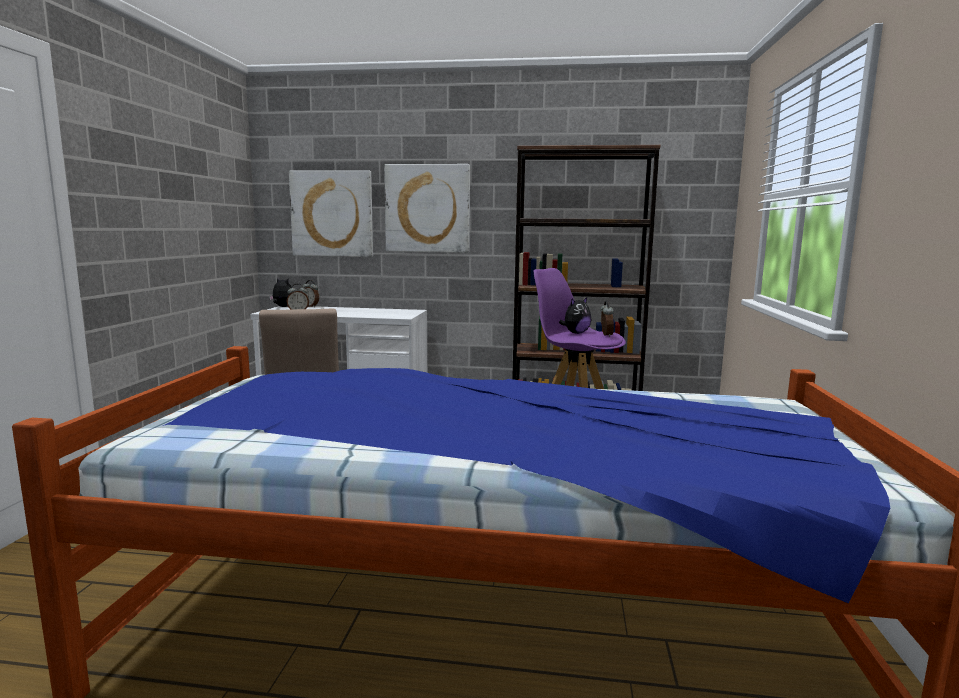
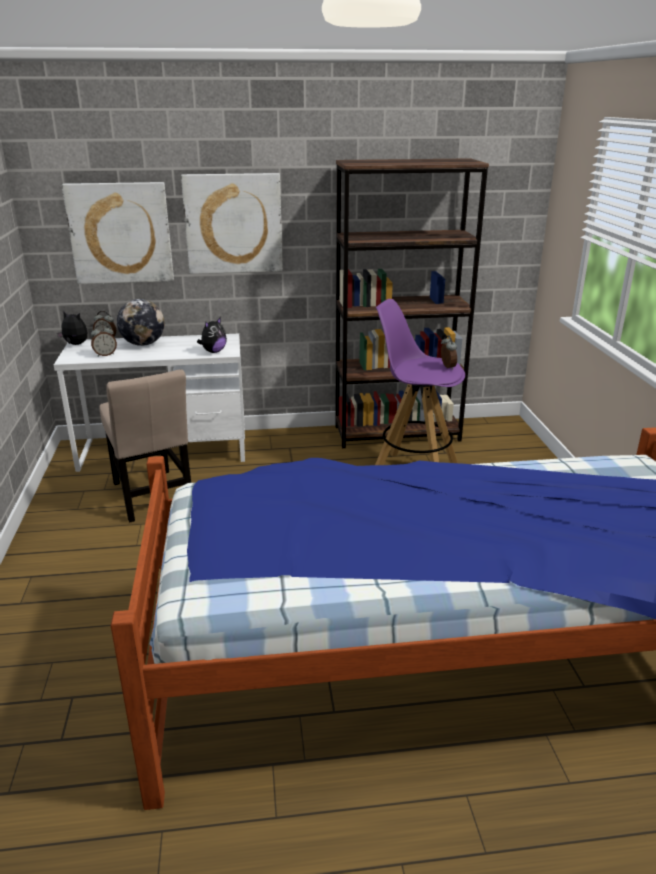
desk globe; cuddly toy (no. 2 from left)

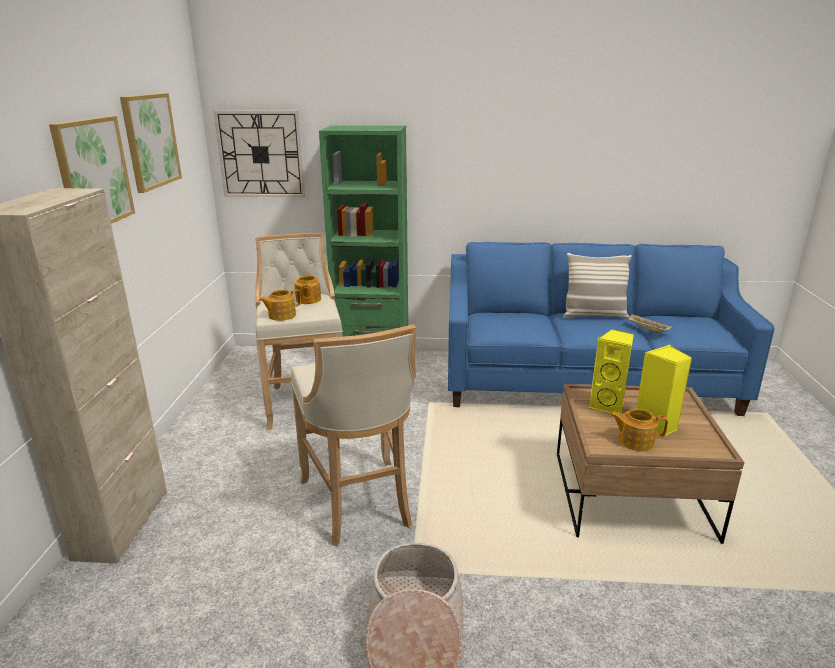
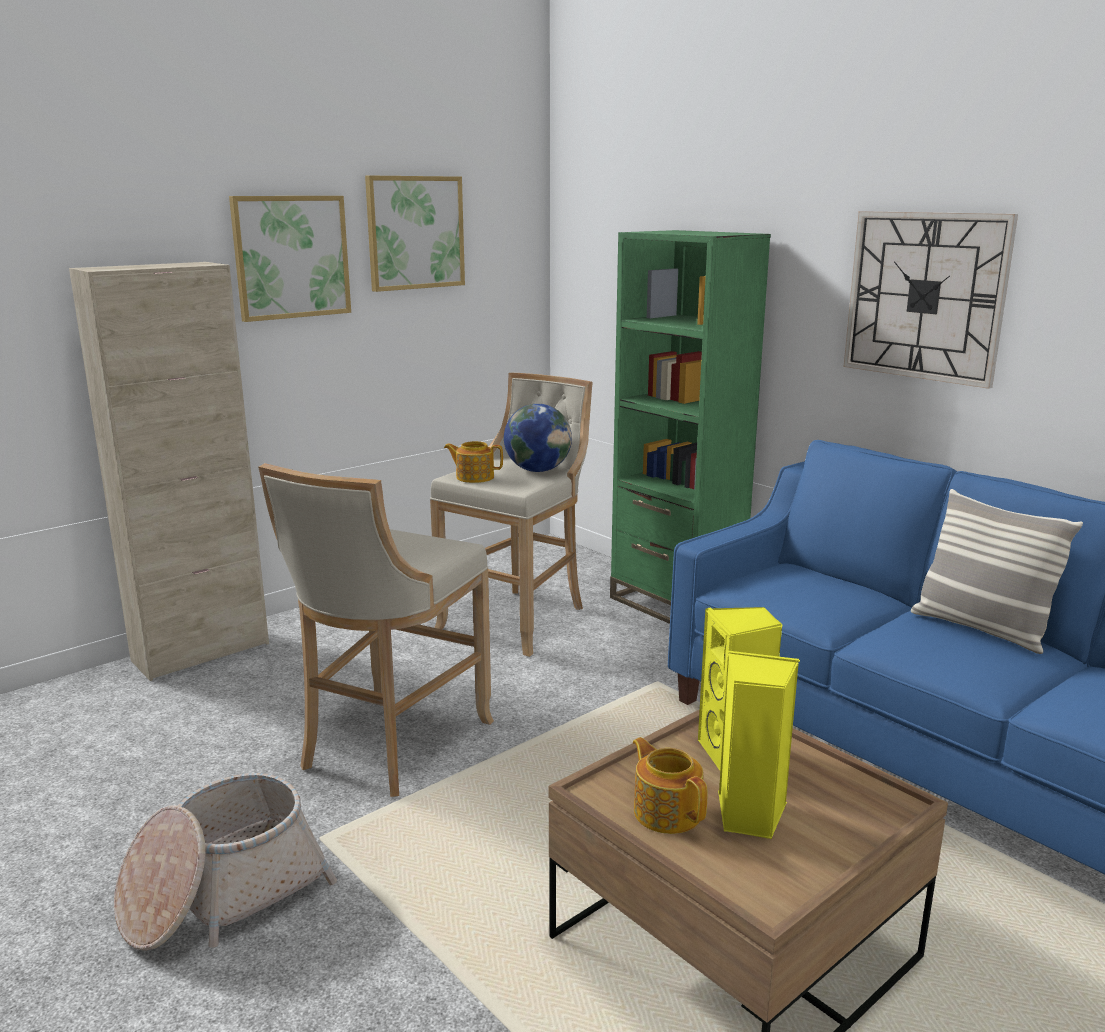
beige-coloured carrying tray; hanging clock; desk globe

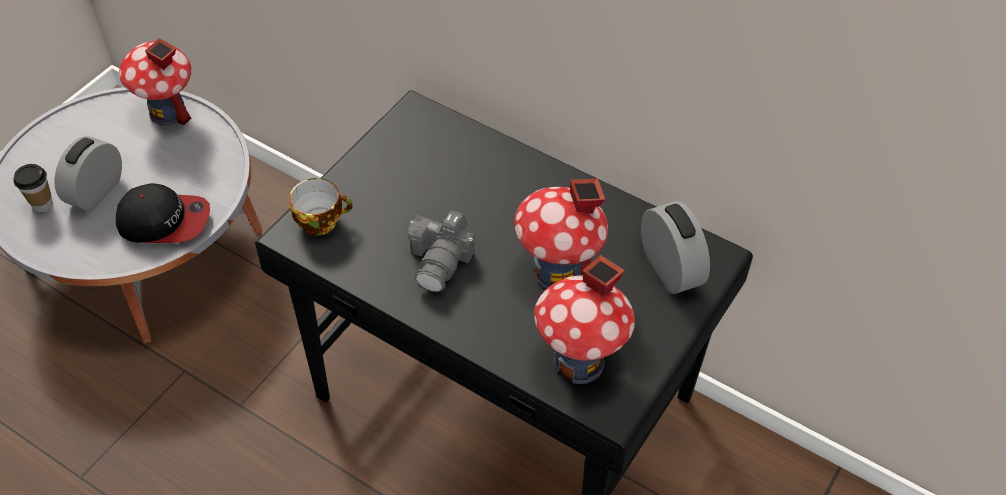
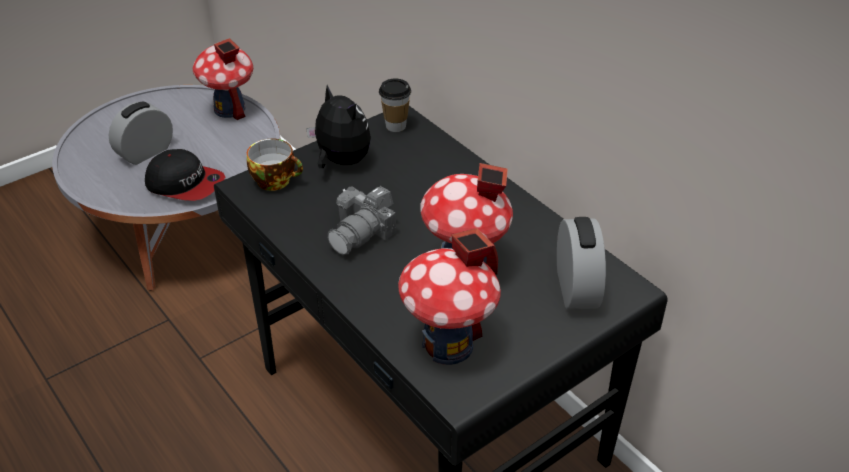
cuddly toy; small cup (no. 2 from left)

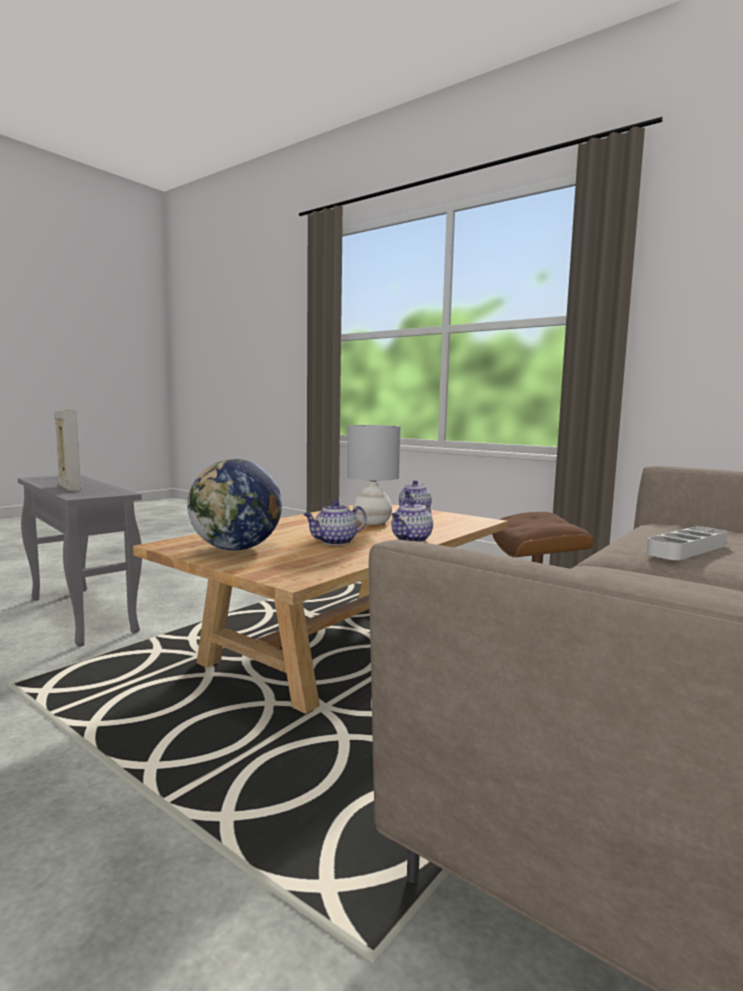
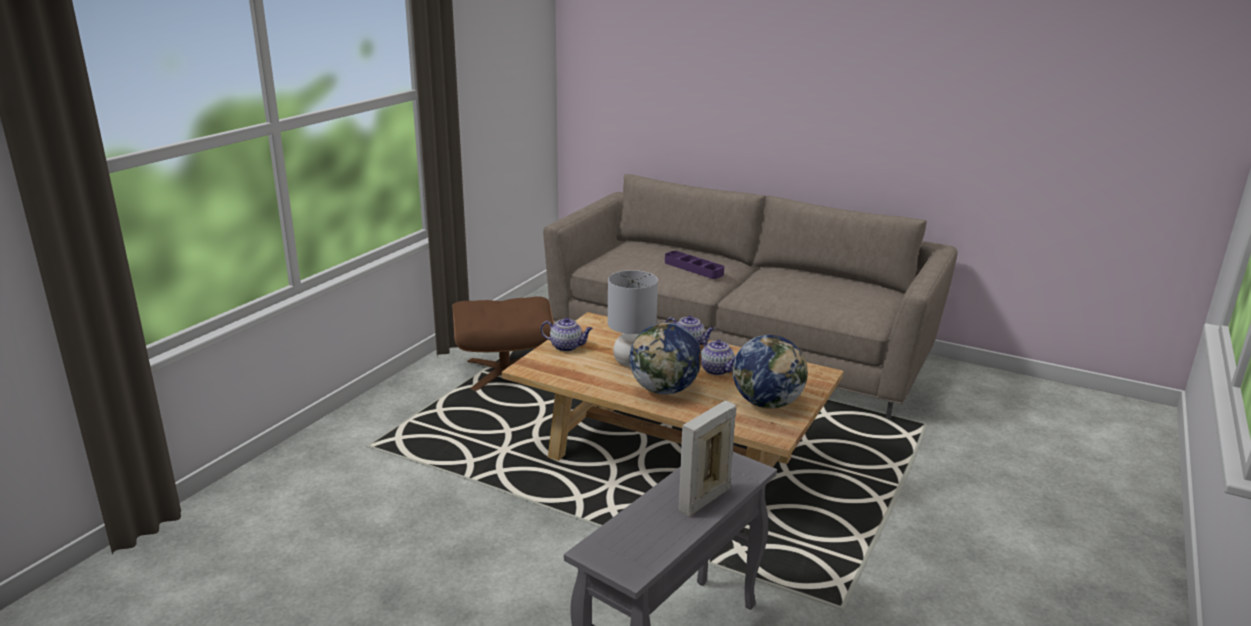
desk globe (no. 1 from left); purple carrying tray

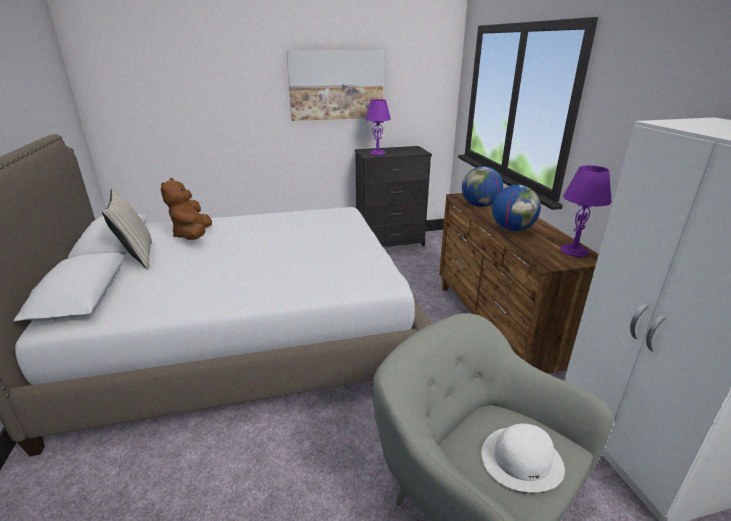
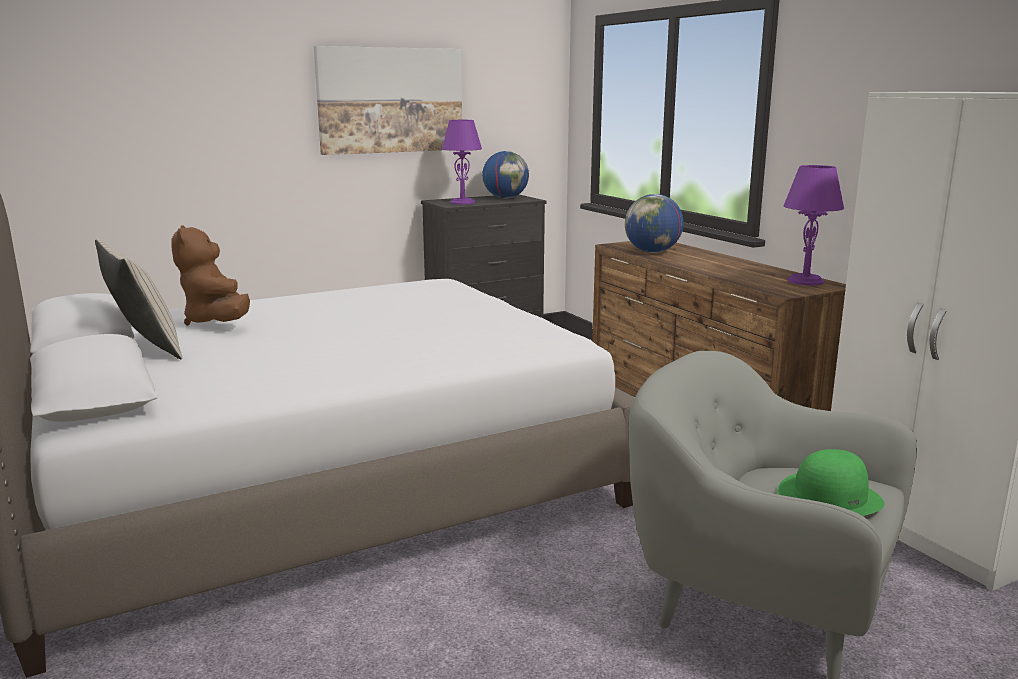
desk globe (no. 1 from left); greenish hat

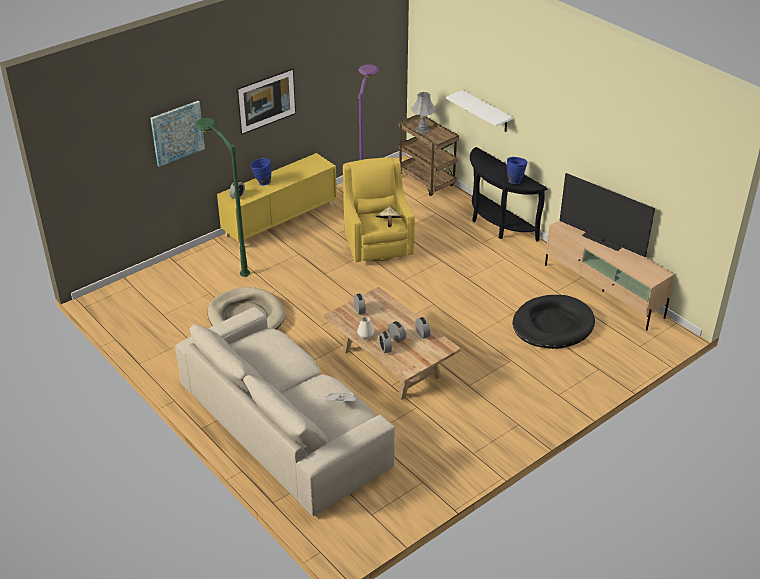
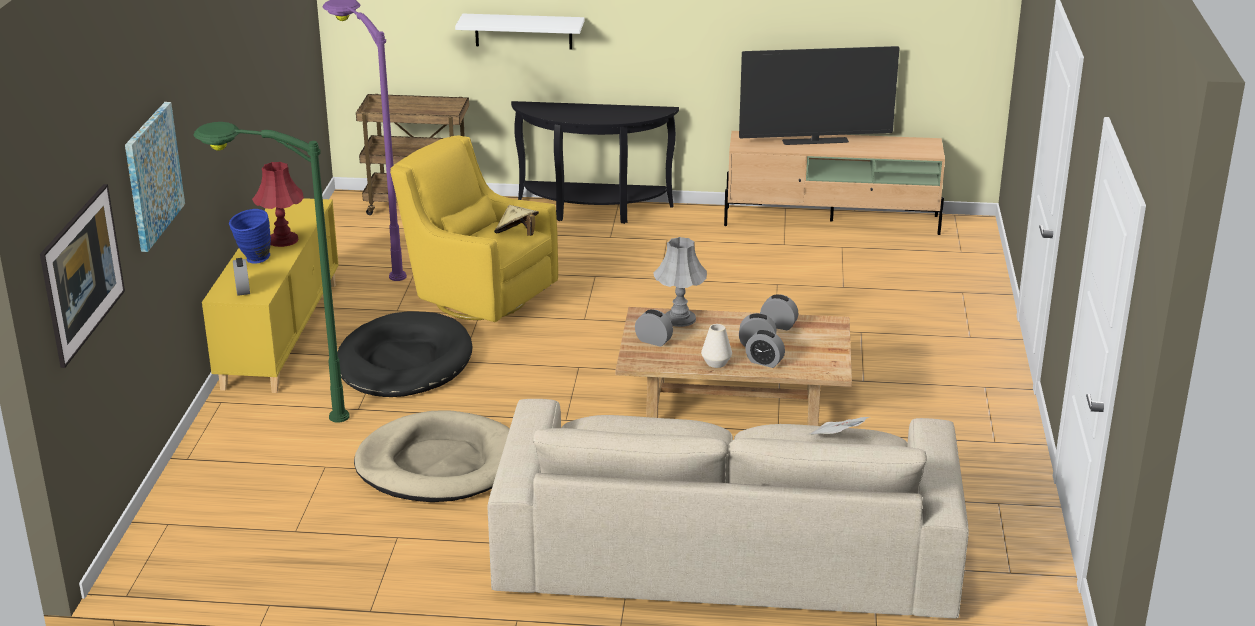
blue-coloured vase (no. 2 from left in the first image); red tabletop lamp; wall picture (no. 1 from left); greyish tabletop lamp; black-coloured dog bed

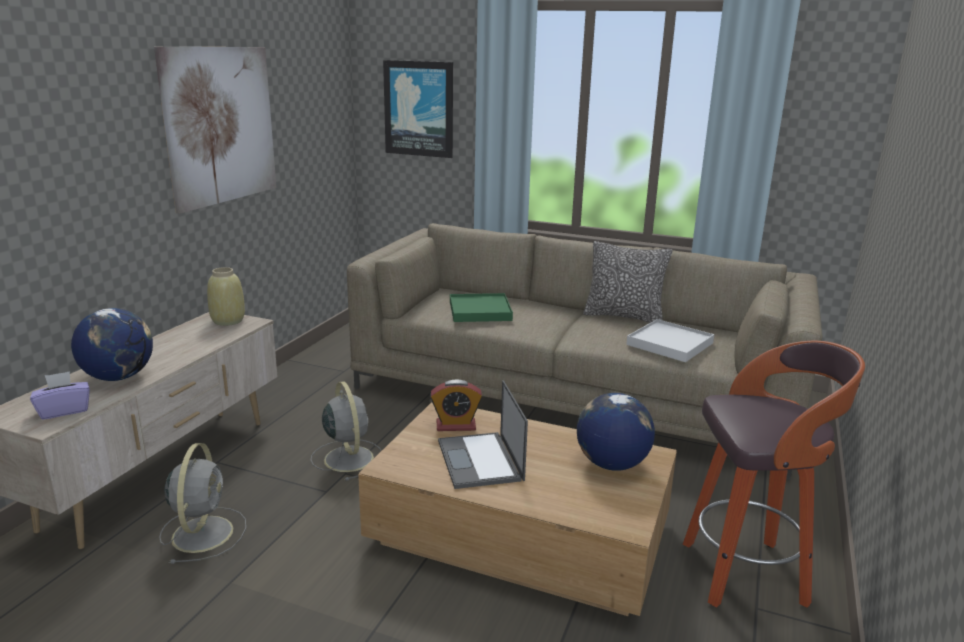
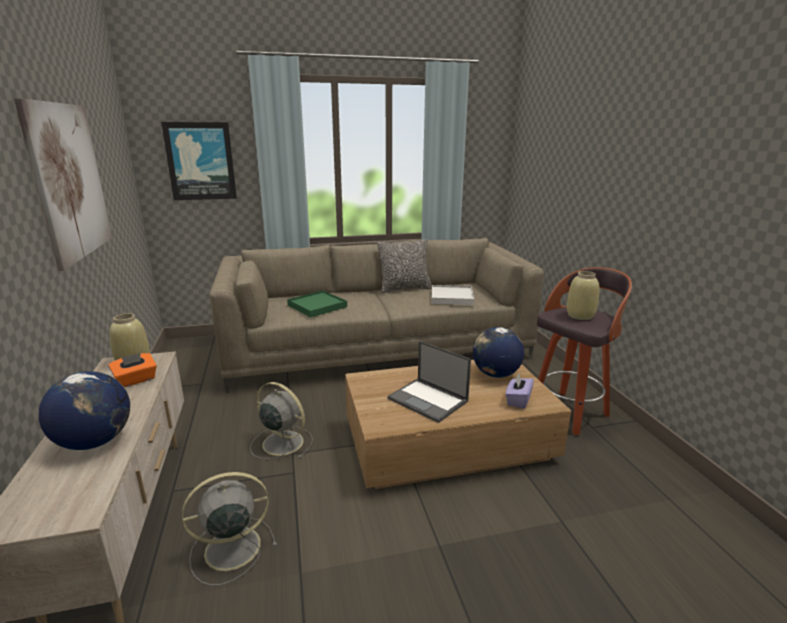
table clock; orangey tissue holder; beige-coloured vase (no. 2 from left); purple tissue holder; greyish fan (no. 1 from left)

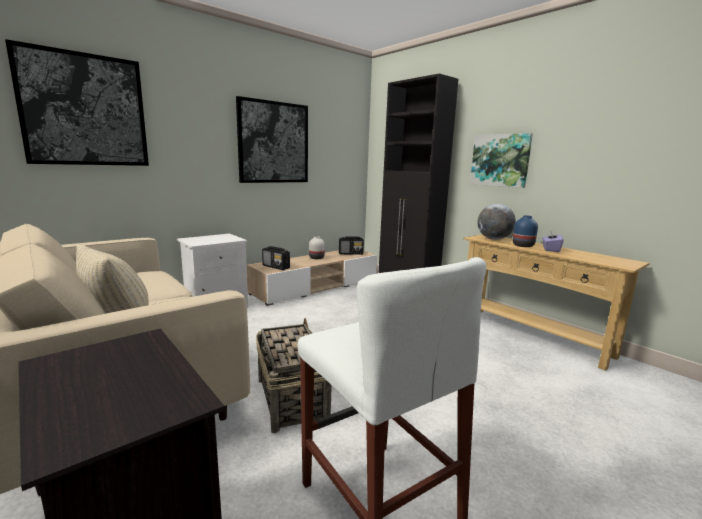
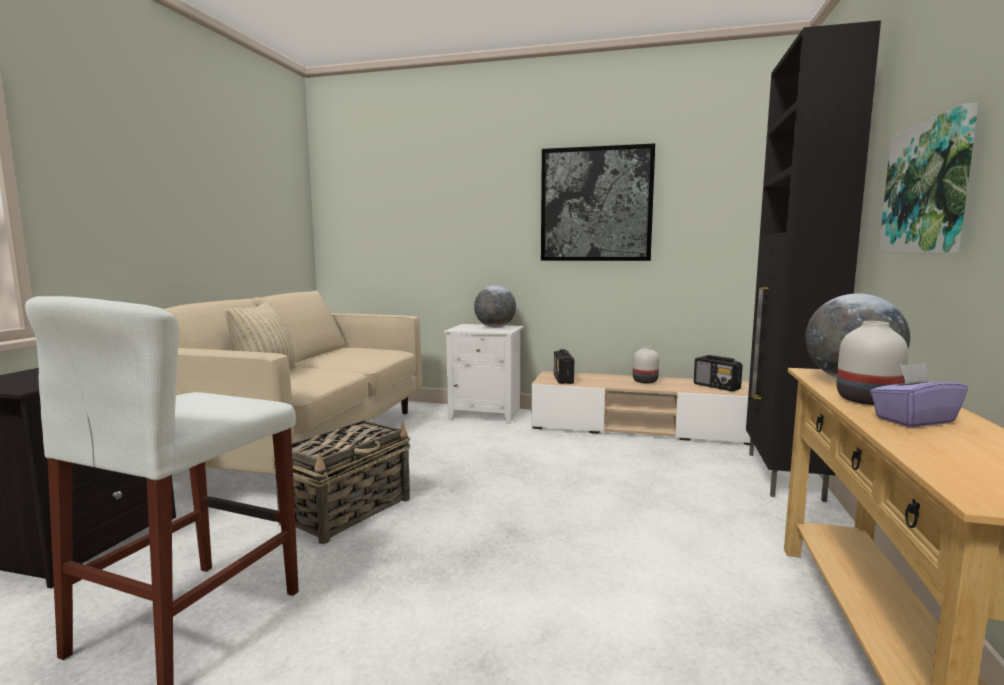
wall picture (no. 1 from left in the first image); desk globe (no. 1 from left); white-coloured vase (no. 2 from left)

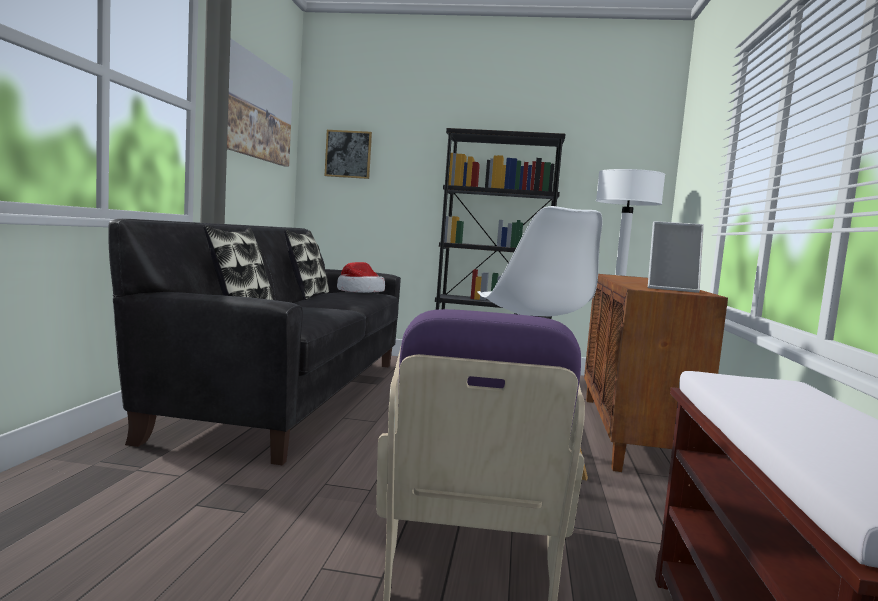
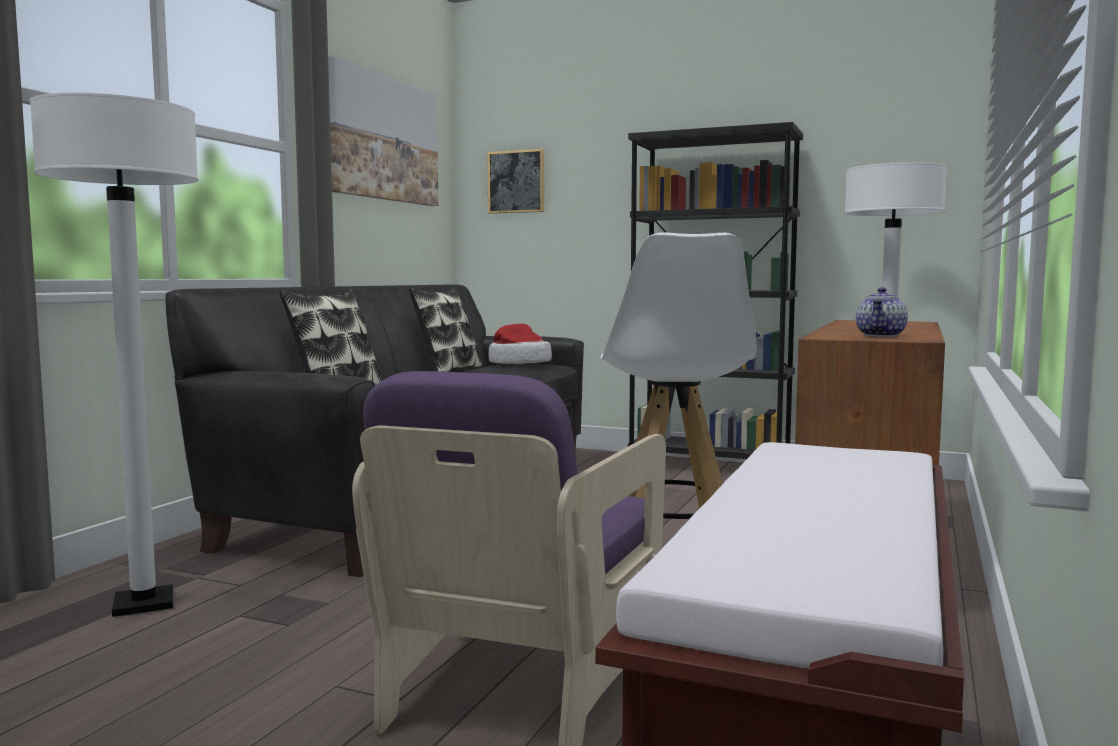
white-coloured standing lamp (no. 1 from left); tea pot

